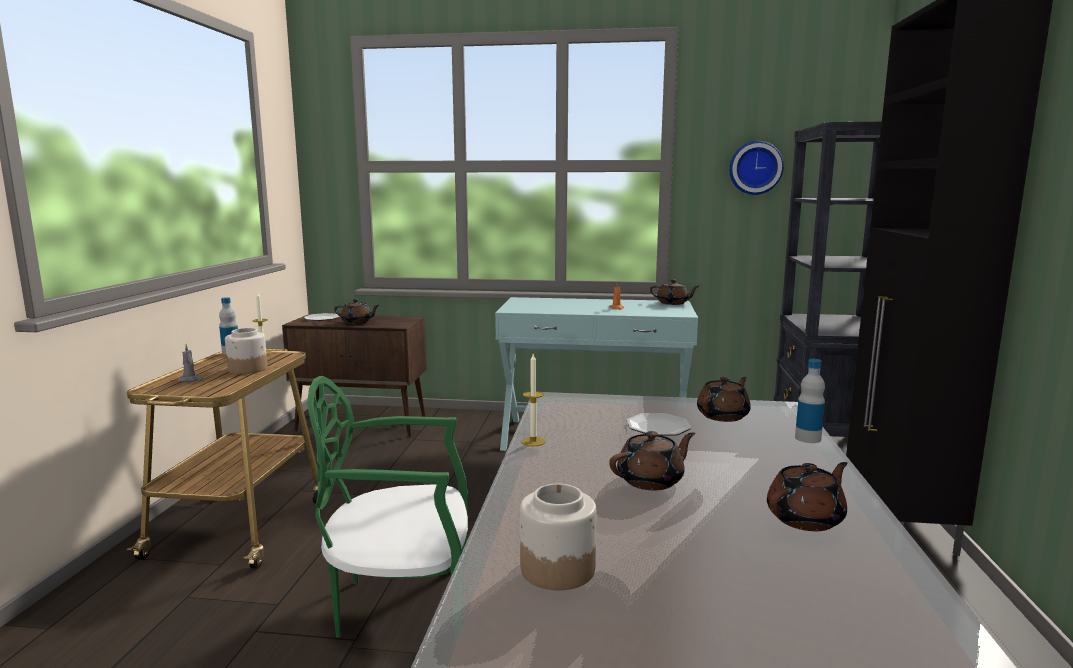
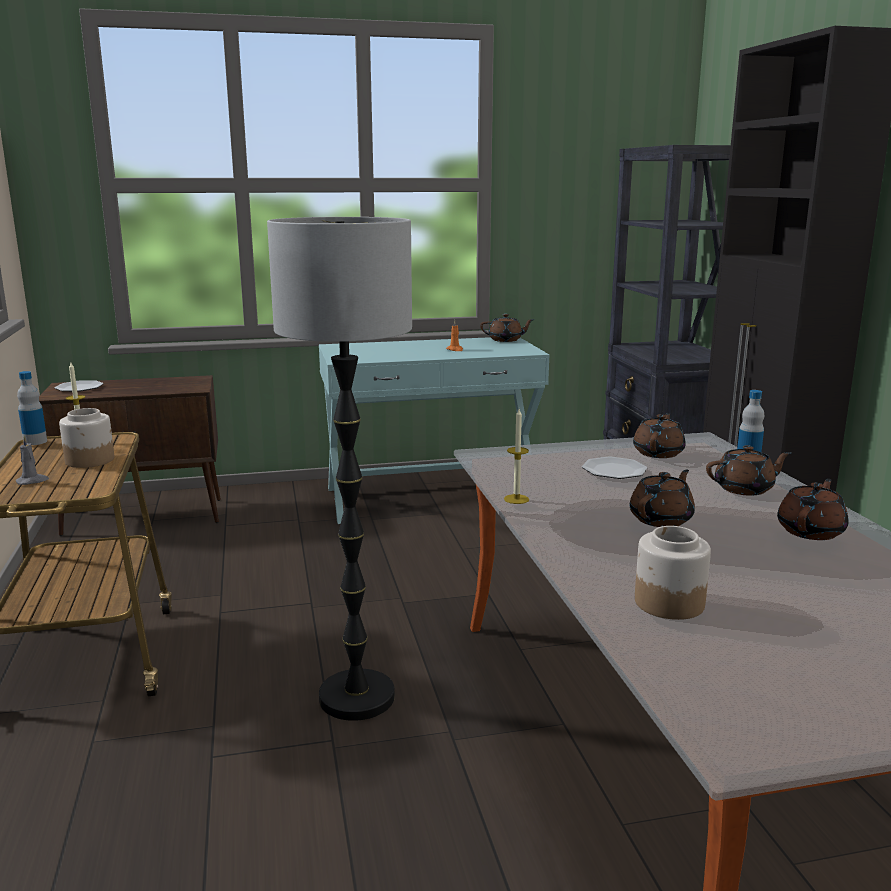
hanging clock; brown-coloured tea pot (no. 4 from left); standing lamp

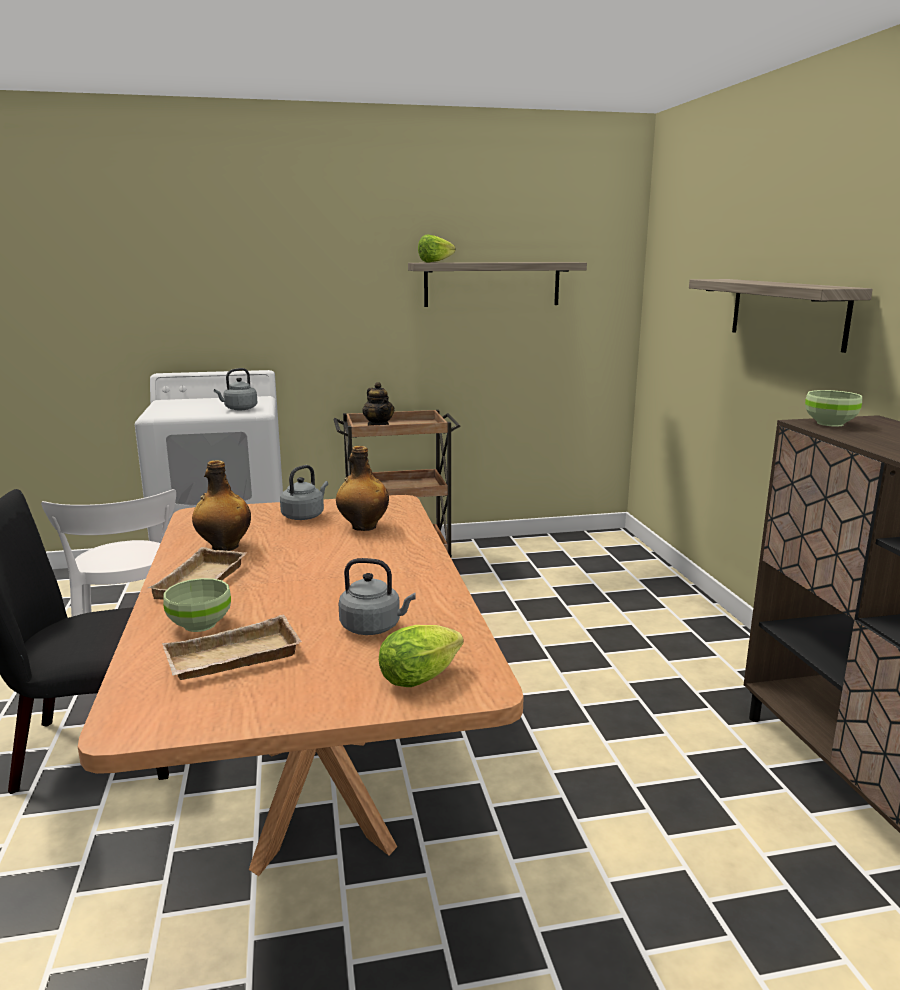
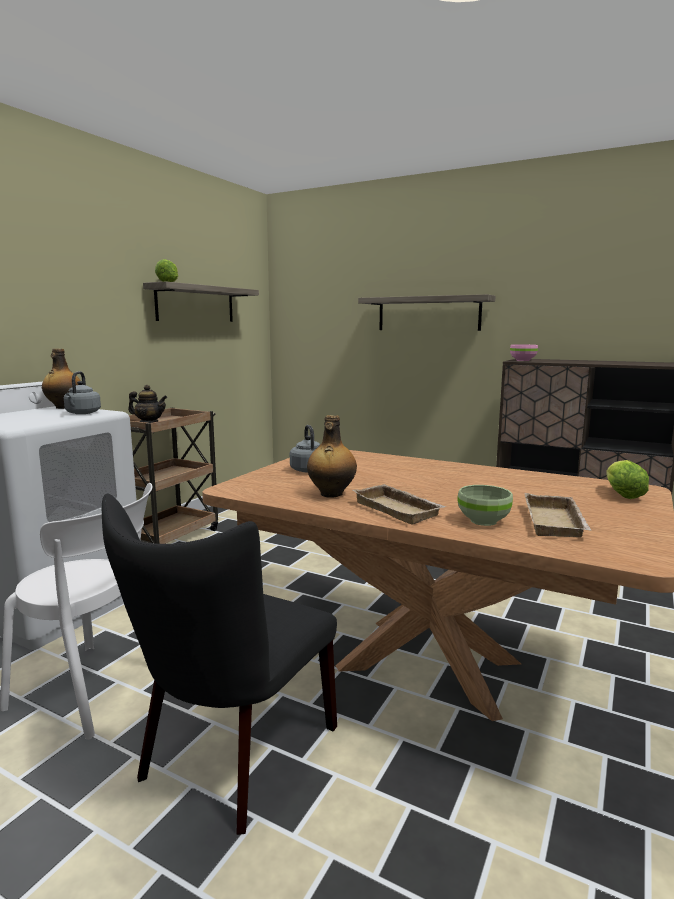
greyish tea kettle (no. 3 from left in the first image); beverage bottle (no. 1 from left); pinkish deep dish

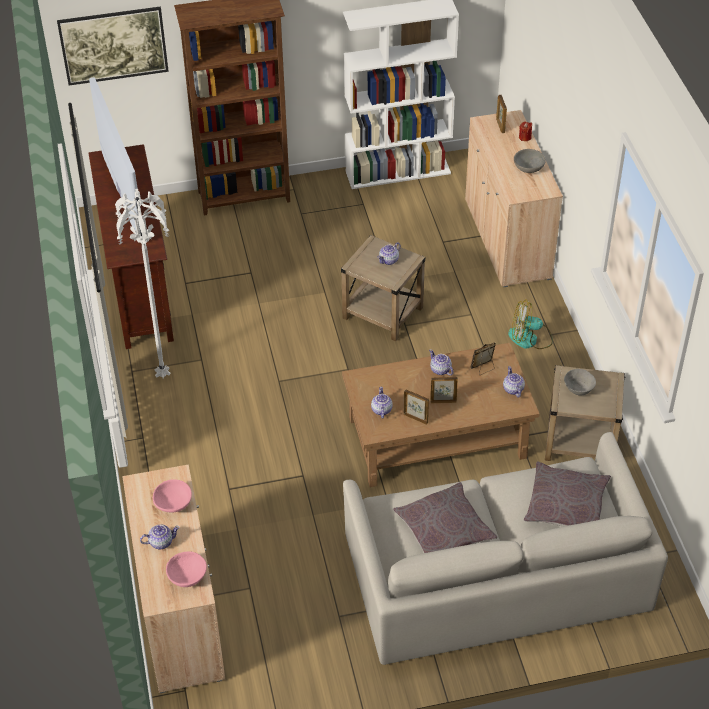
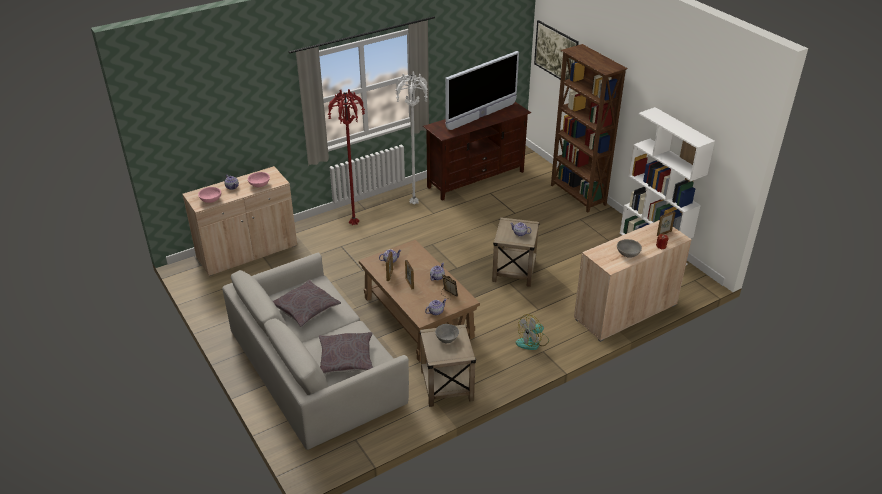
red standing lamp; fan

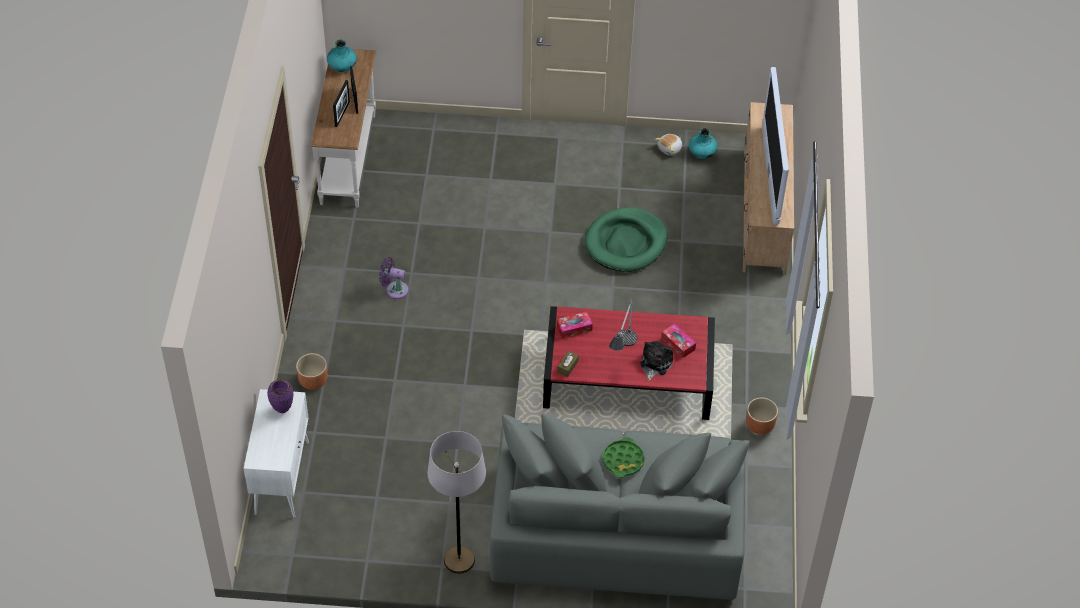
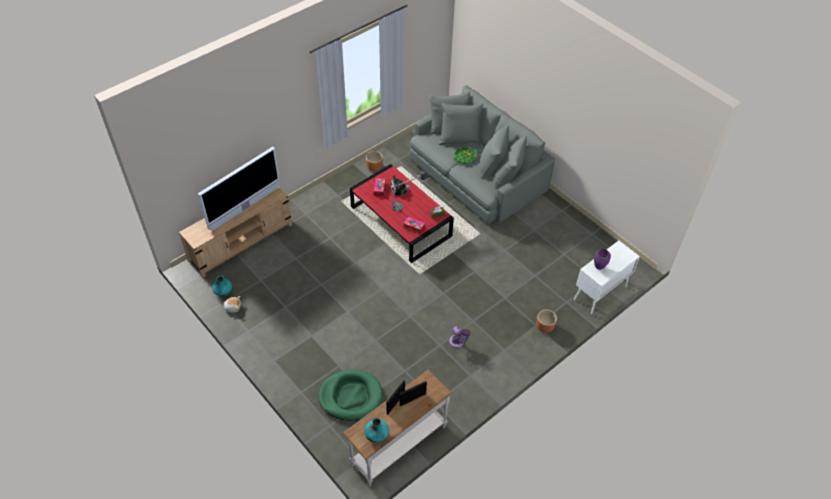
greyish standing lamp; greenish dog bed

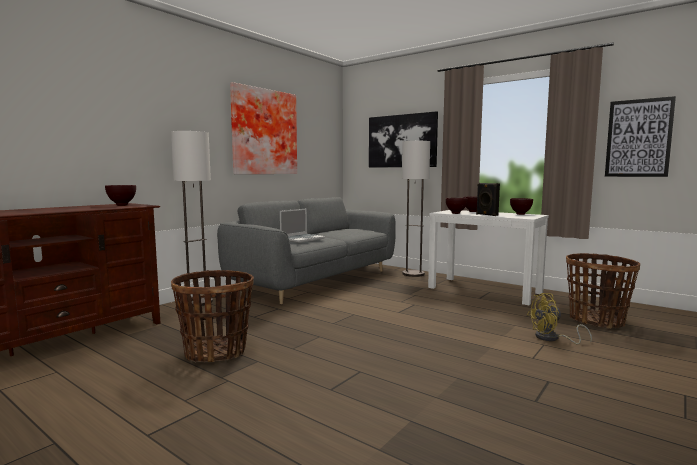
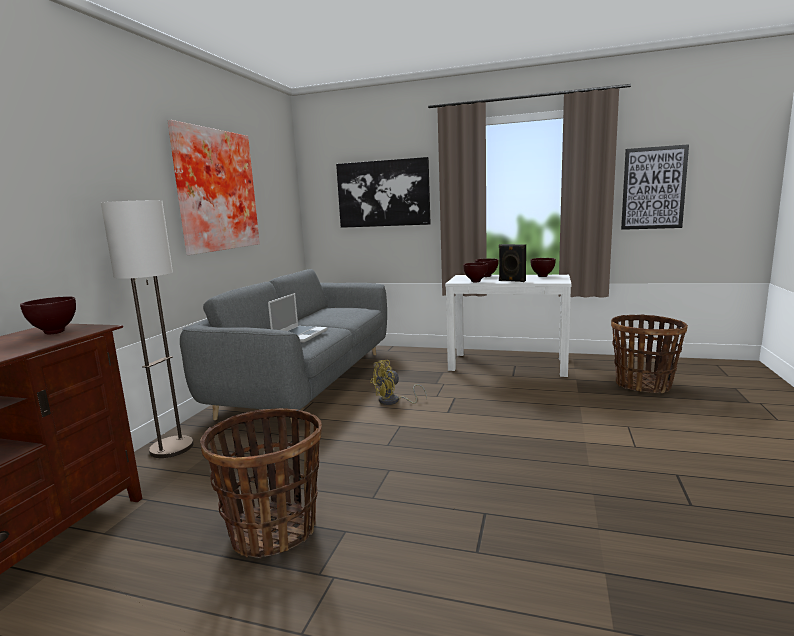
standing lamp (no. 2 from left in the first image); yellowish fan

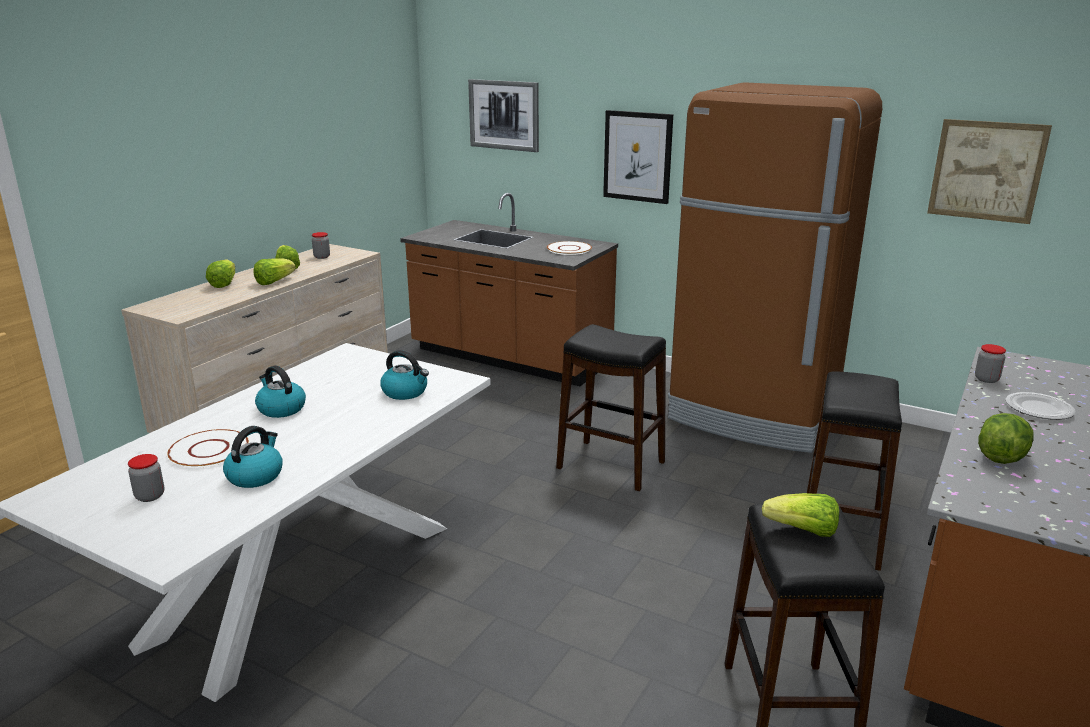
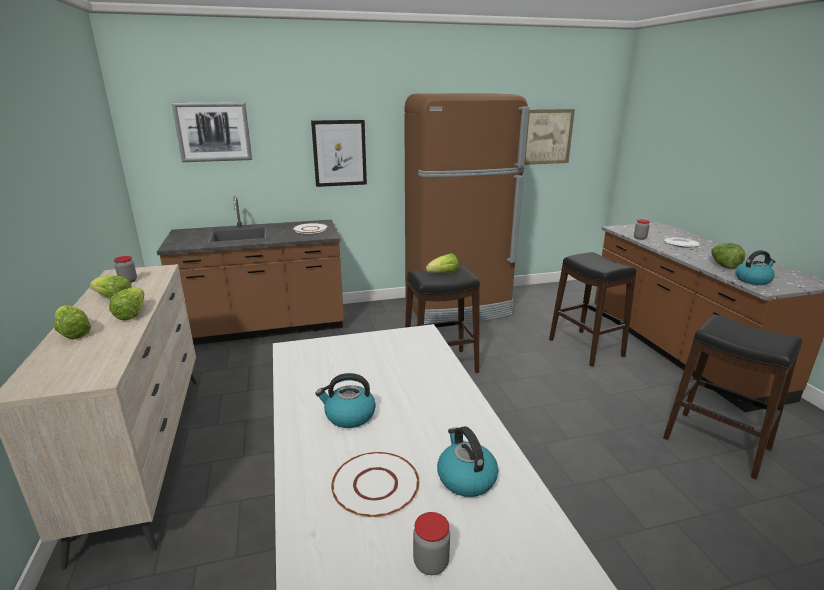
tea kettle (no. 3 from left); lettuce (no. 4 from left)

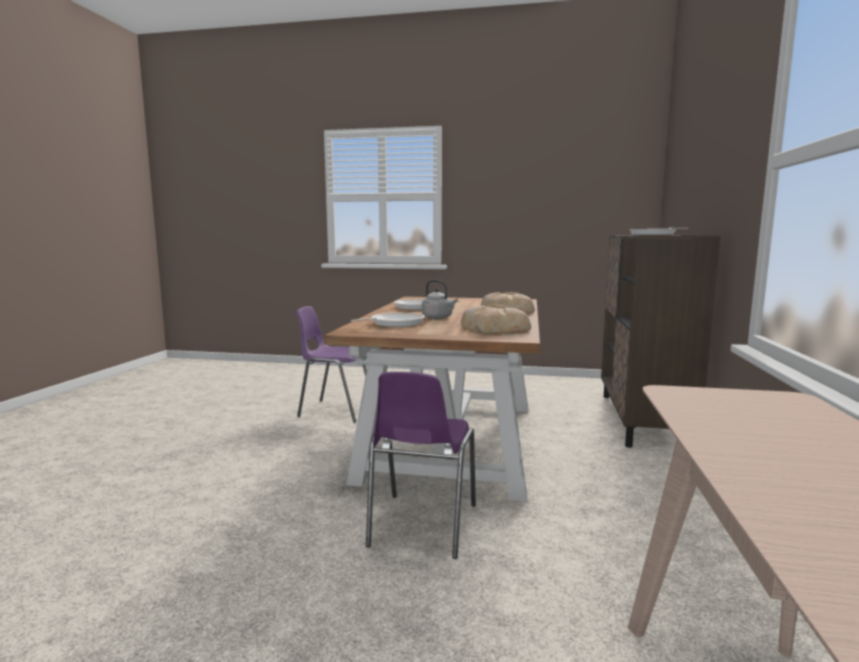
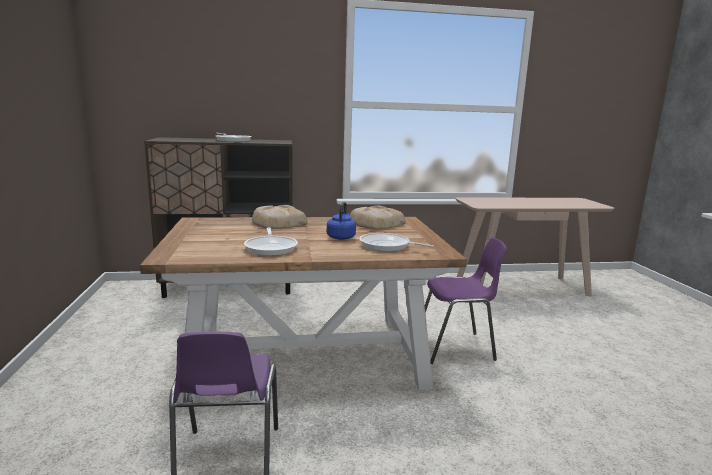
blue-coloured tea kettle

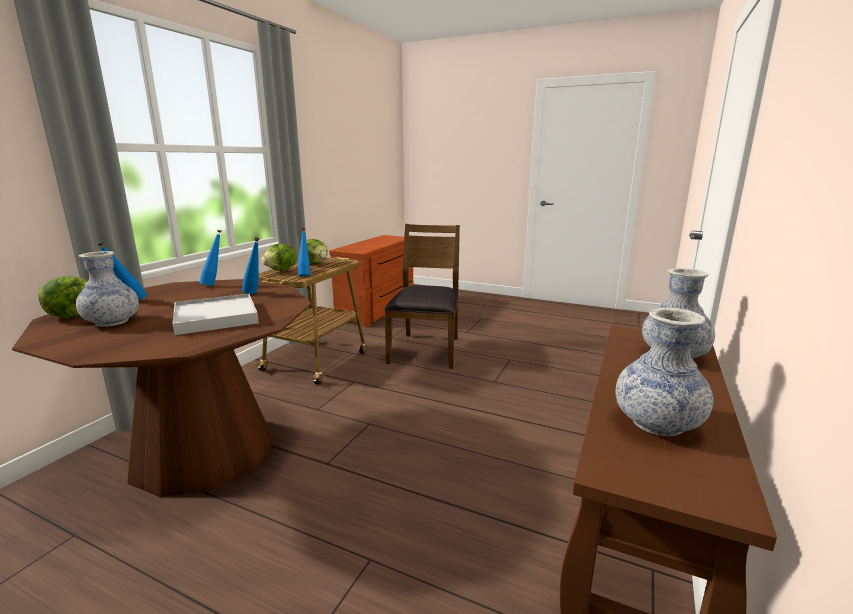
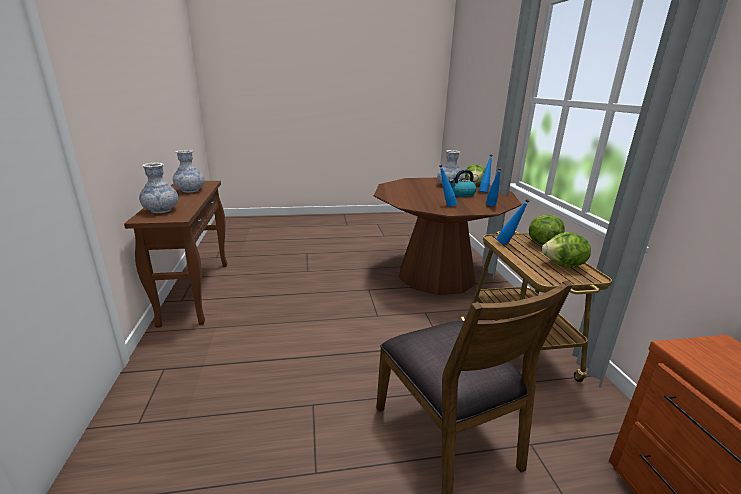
white-coloured carrying tray; tea kettle

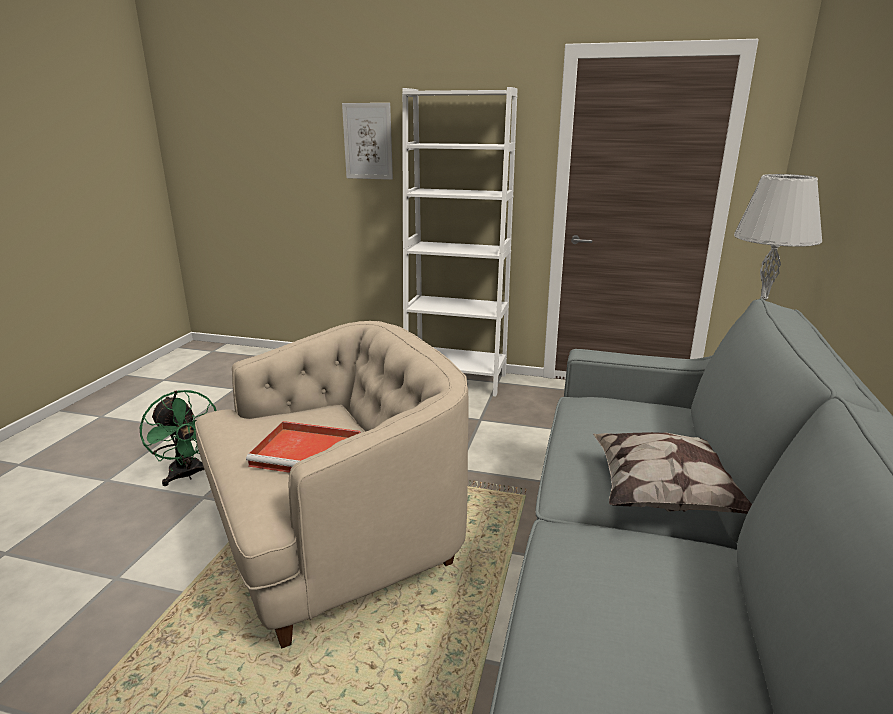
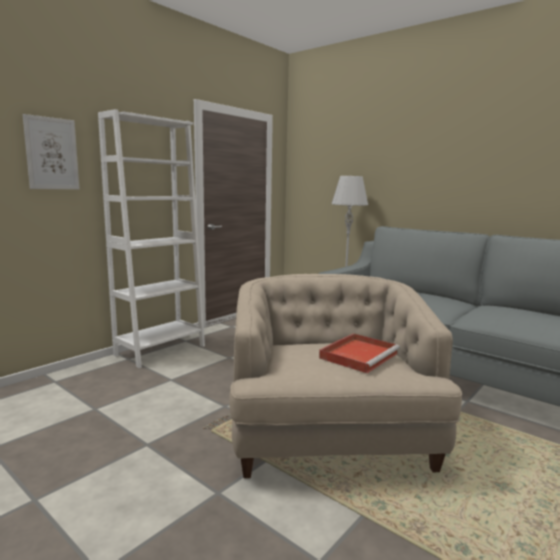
greenish fan; pillow

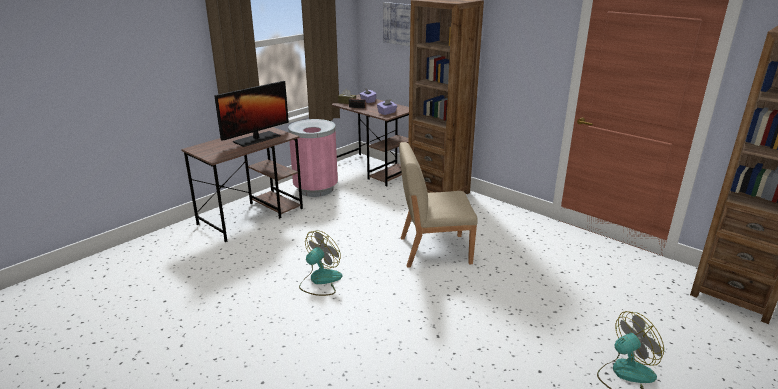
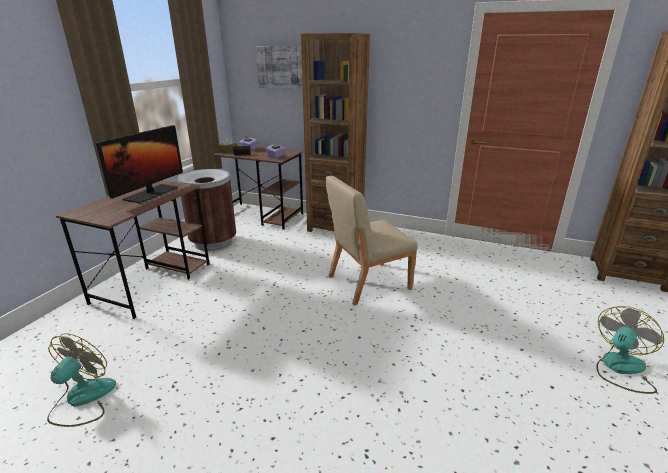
fan (no. 1 from left); brown-coloured waste bin

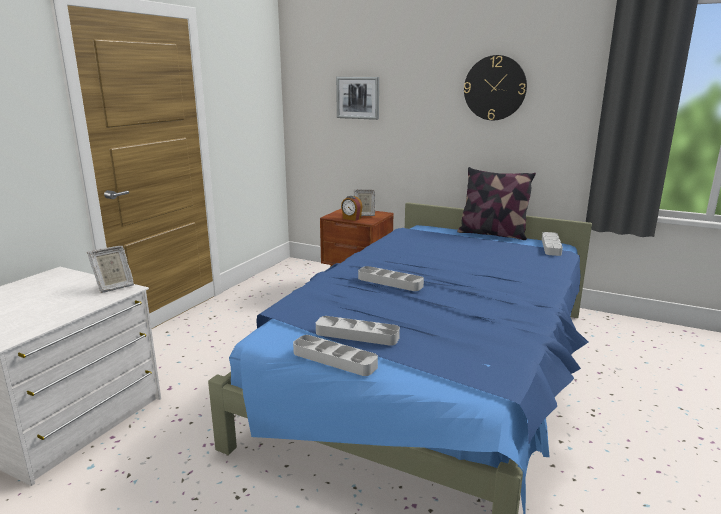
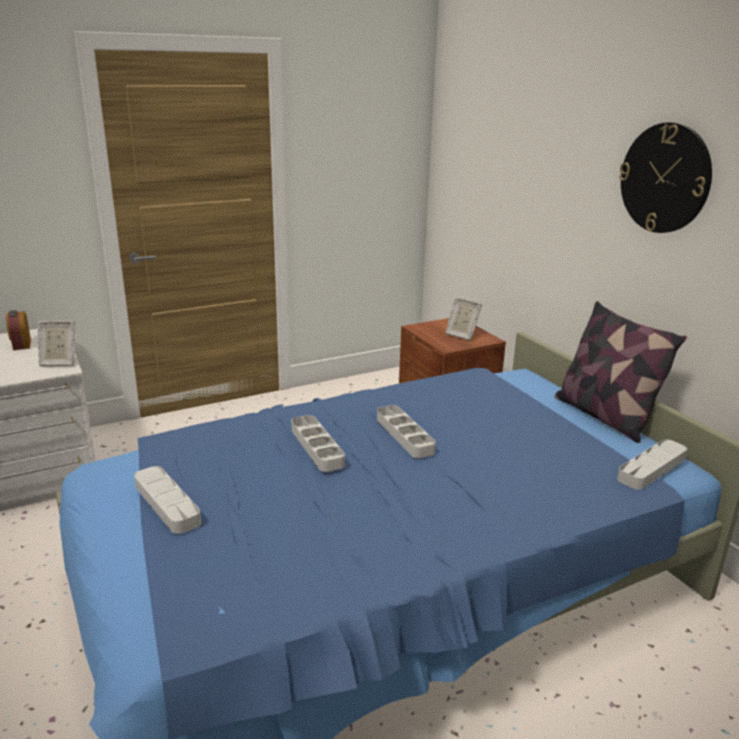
wall picture; greyish carrying tray (no. 3 from left); table clock

